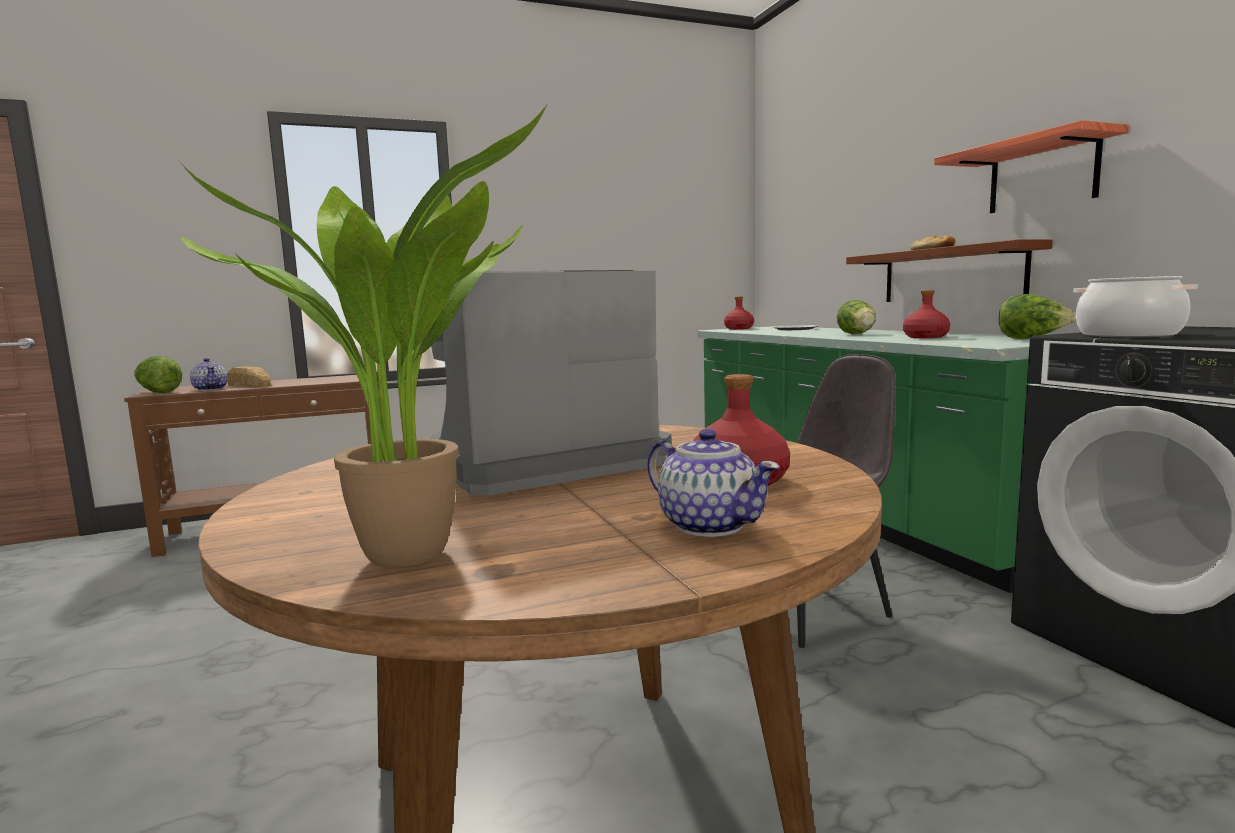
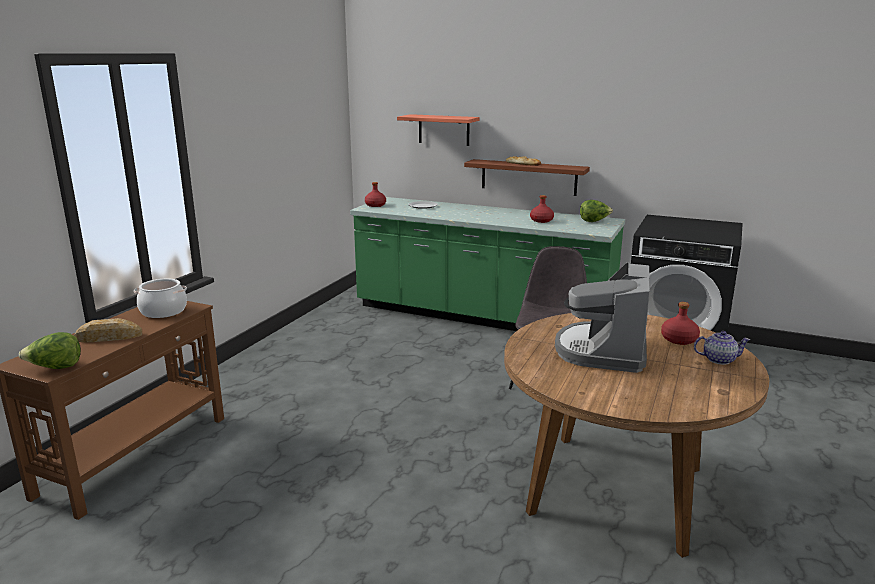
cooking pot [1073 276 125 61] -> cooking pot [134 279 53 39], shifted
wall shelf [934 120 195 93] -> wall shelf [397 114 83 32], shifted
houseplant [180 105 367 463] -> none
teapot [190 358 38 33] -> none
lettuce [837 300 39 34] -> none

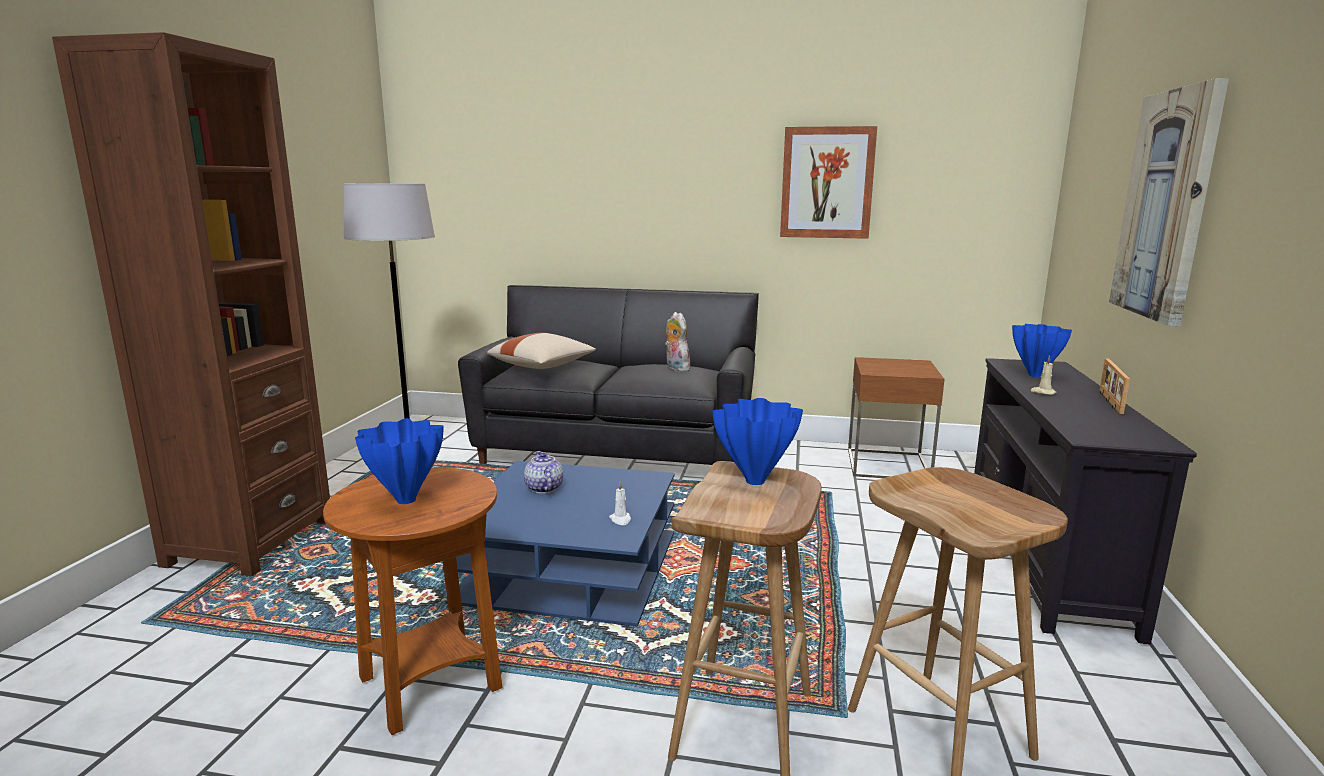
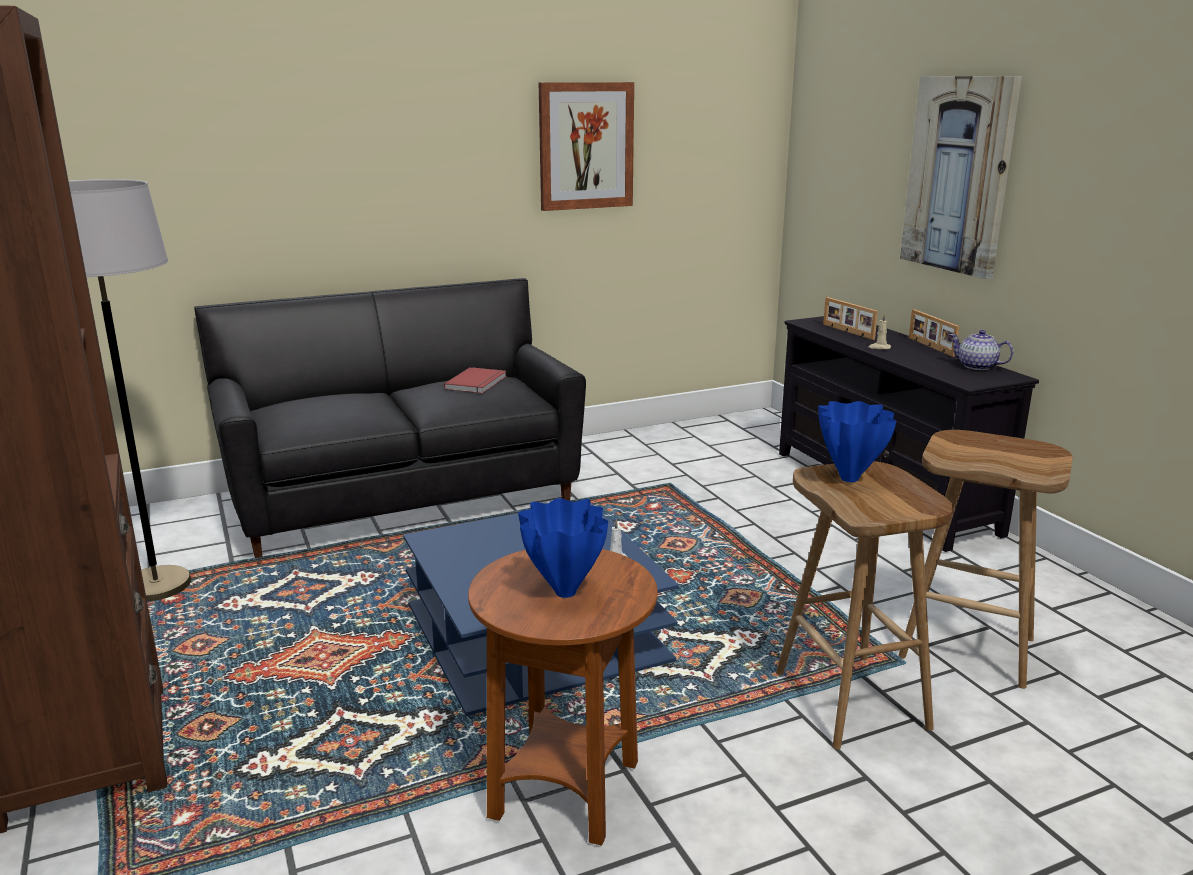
soft toy [665 312 25 60] -> book in red [444 367 63 26]
flower vase in blue-coloured [1012 324 60 53] -> picture frame [823 297 55 43]
teapot [524 451 39 42] -> teapot [949 330 65 40], shifted
pillow in beige [487 333 109 36] -> none
side table in brownish [848 357 96 121] -> none

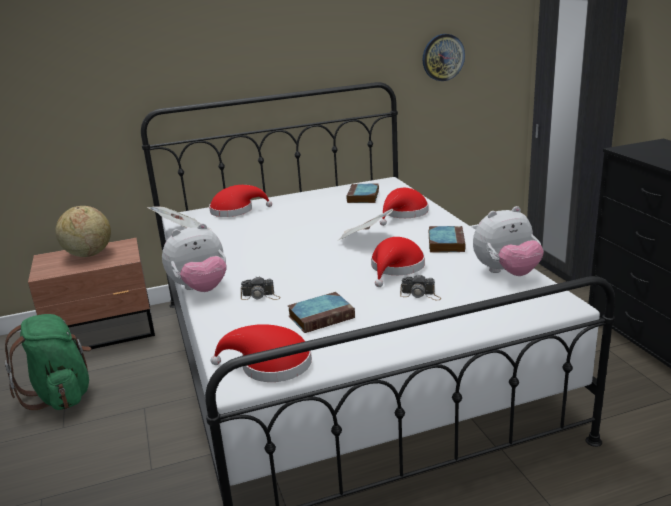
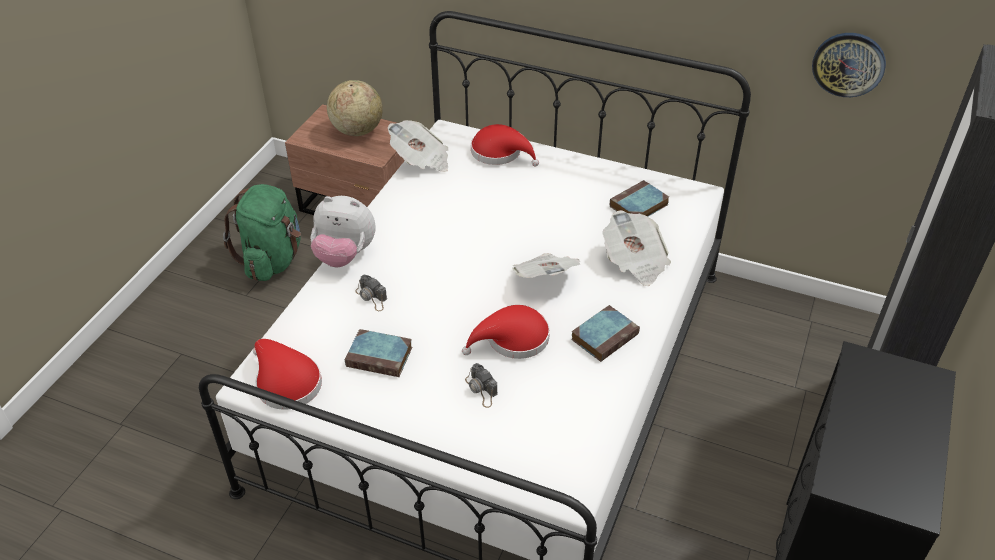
clothing hat in red [380 188 48 38] -> printed paper [602 210 69 76]
soft toy [473 206 71 70] -> none

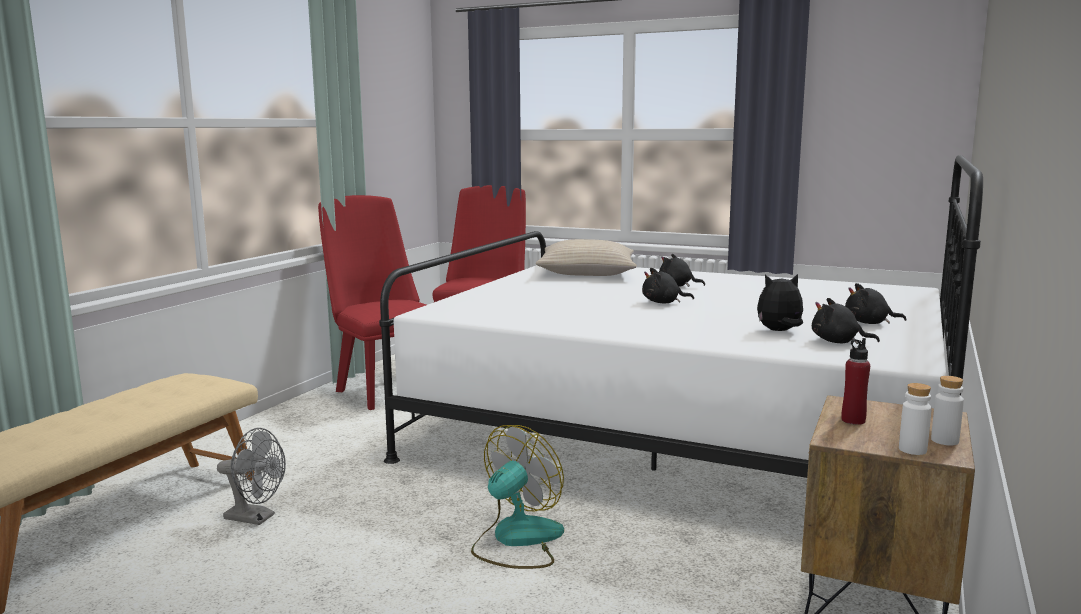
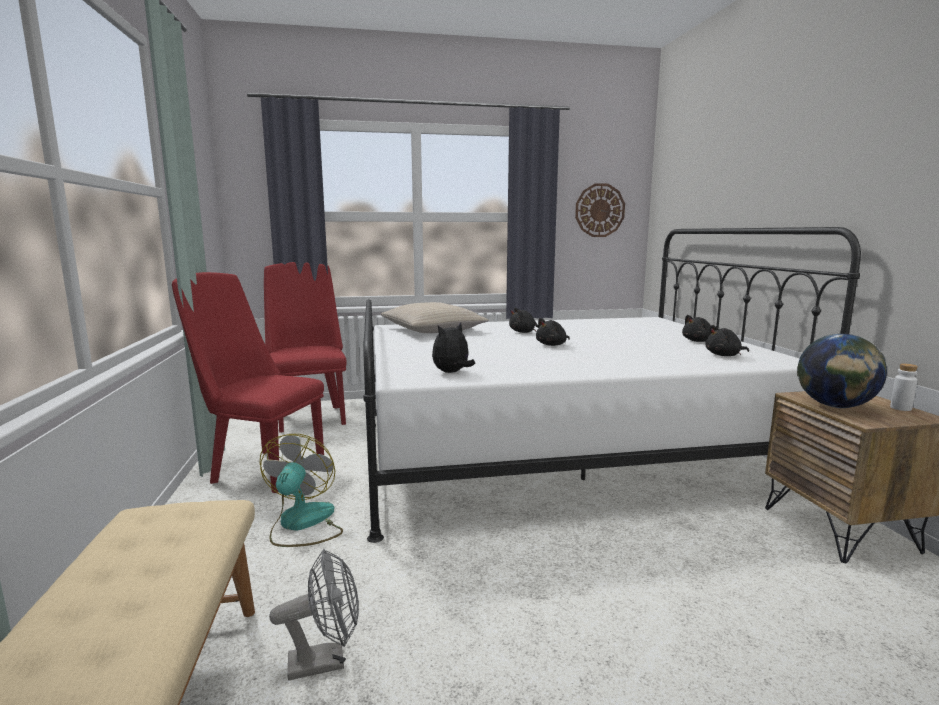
cooling fan [471 425 93 144] -> cooling fan [260 434 83 113], shifted
soft toy [757 274 46 57] -> soft toy [432 323 43 50], shifted
none -> hanging clock [575 183 50 54]
bottle in red [841 338 29 87] -> desk globe [797 334 90 74]
bottle in white [899 383 33 72] -> none

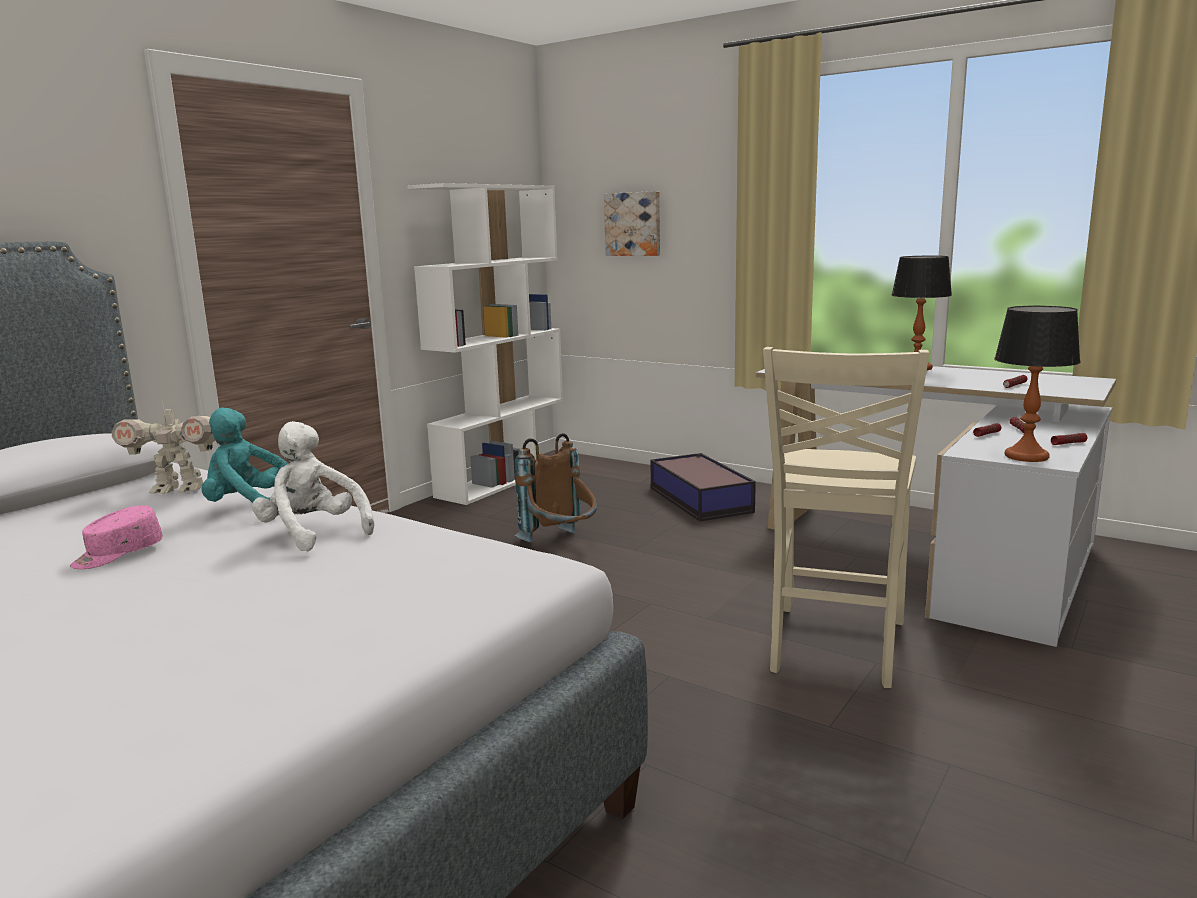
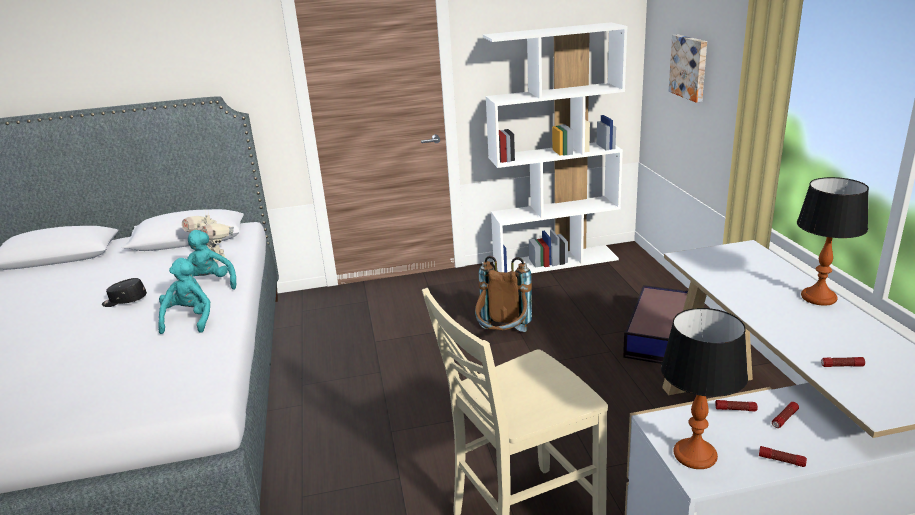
cap in pink [70 505 93 64] -> cap in blackish [102 278 45 29]
soft toy in white [252 421 122 130] -> soft toy in turquoise-coloured [158 258 52 76]

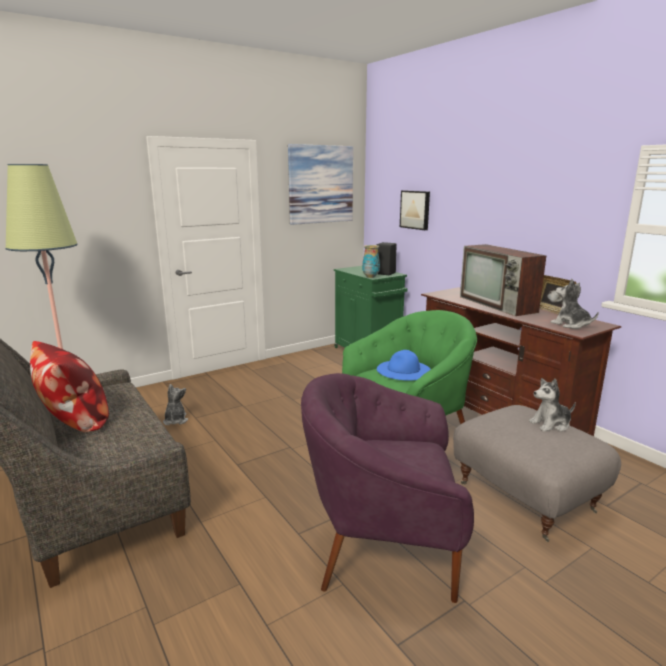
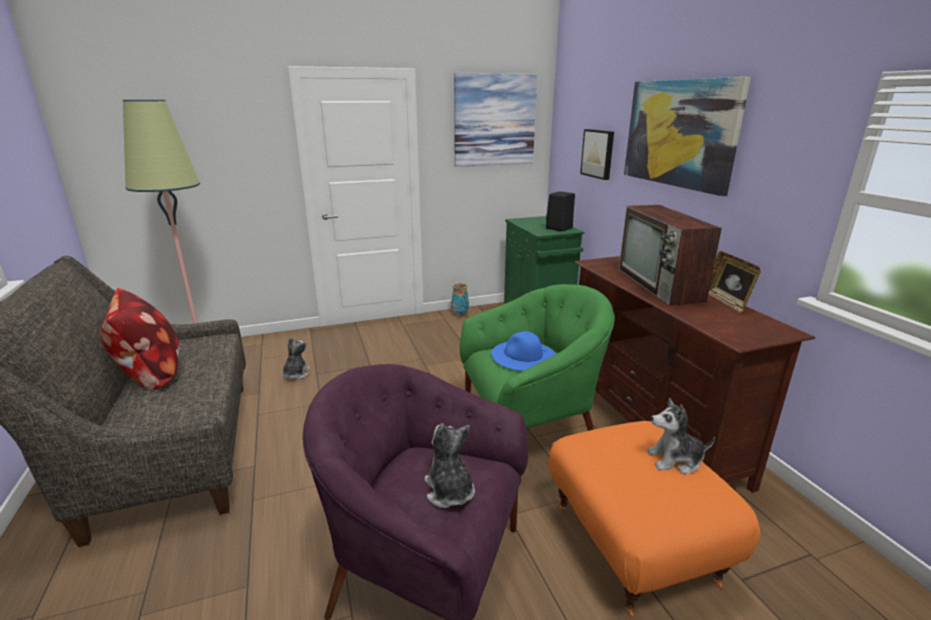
soft toy [551 279 48 50] -> soft toy [425 423 50 85], shifted
flower vase [362 245 18 33] -> flower vase [451 283 18 33], shifted
ottoman in grey [453 405 168 137] -> ottoman in orangey [549 421 211 196]
none -> wall art [624 77 127 119]

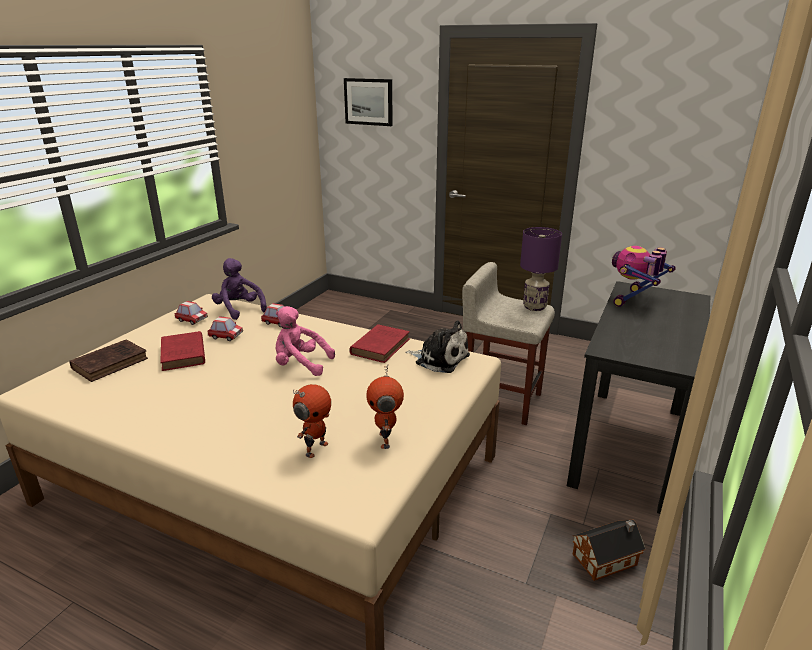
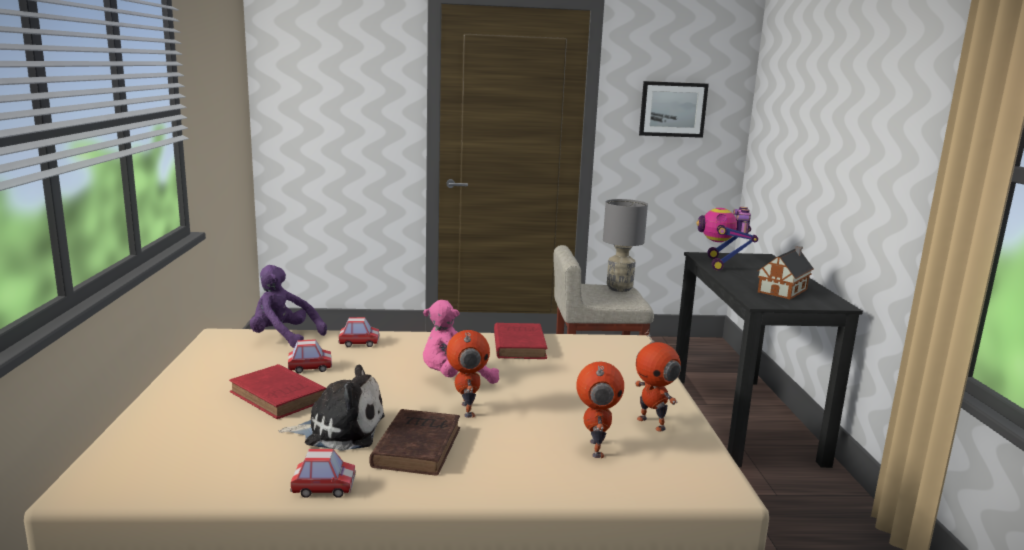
soft toy [405 321 65 52] -> soft toy [279 365 106 86], shifted
toy car [174 301 34 24] -> toy car [290 449 66 48], shifted
book in brownish [69 339 79 43] -> book in brownish [369 409 91 66], shifted
none -> toy robot [446 330 44 88]
table lamp in purple [520 227 42 84] -> table lamp in grey [603 199 45 93]
wall art [344 78 49 48] -> wall art [639 81 70 57], shifted
model house [572 520 74 61] -> model house [758 246 56 53], shifted

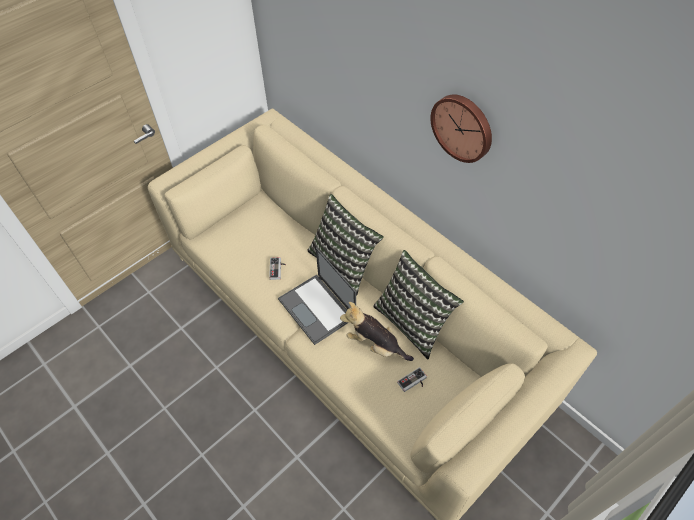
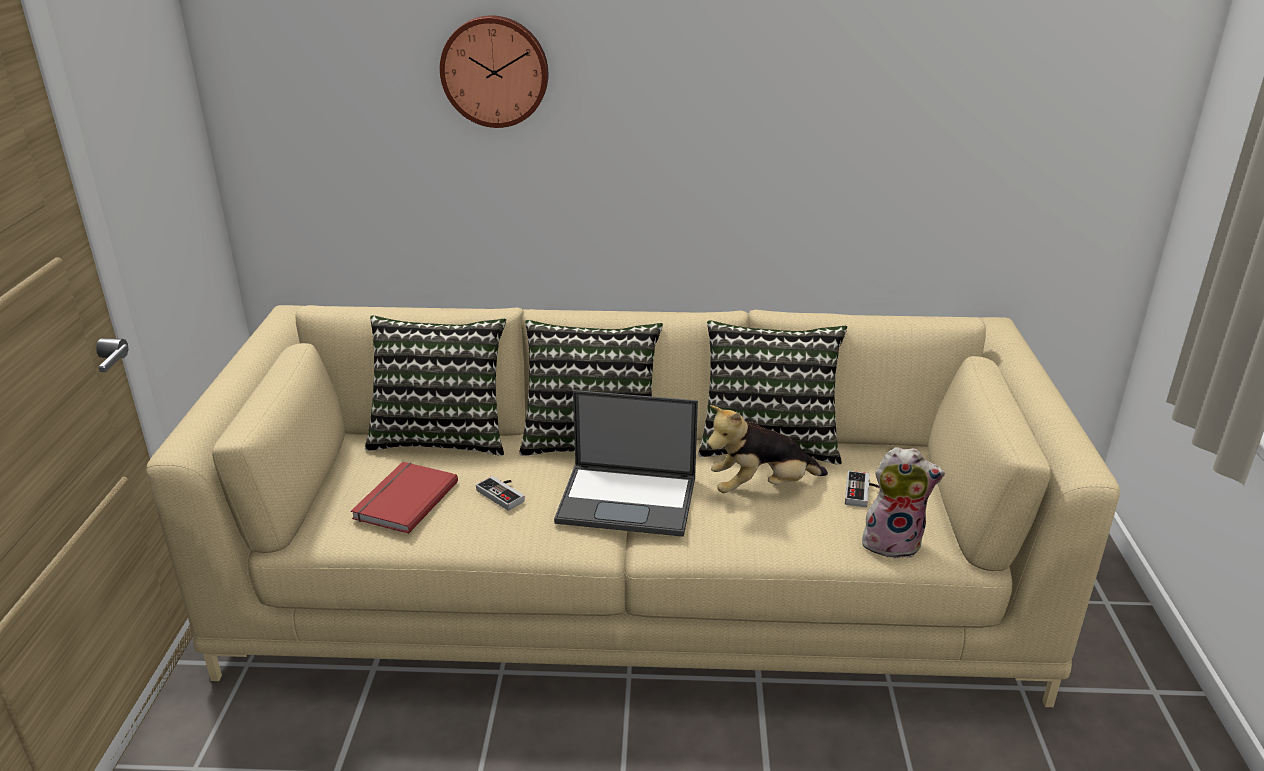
none -> book in red [351 462 107 72]
none -> pillow [365 316 141 140]
hanging clock [430 94 62 69] -> hanging clock [440 15 108 113], shifted
none -> soft toy [862 447 83 112]

